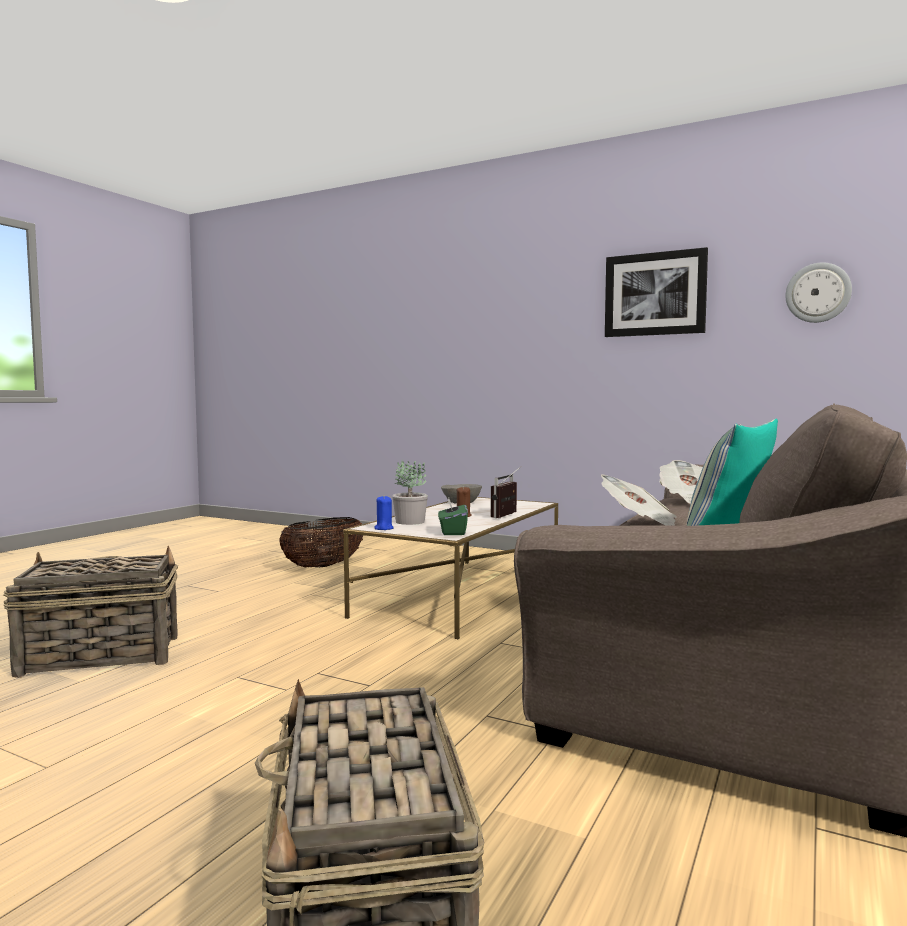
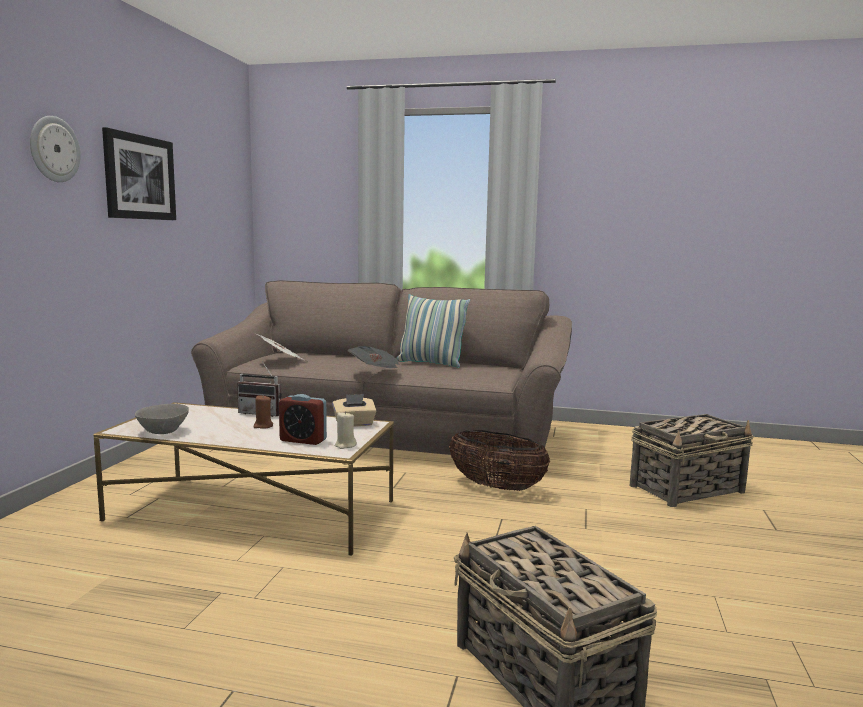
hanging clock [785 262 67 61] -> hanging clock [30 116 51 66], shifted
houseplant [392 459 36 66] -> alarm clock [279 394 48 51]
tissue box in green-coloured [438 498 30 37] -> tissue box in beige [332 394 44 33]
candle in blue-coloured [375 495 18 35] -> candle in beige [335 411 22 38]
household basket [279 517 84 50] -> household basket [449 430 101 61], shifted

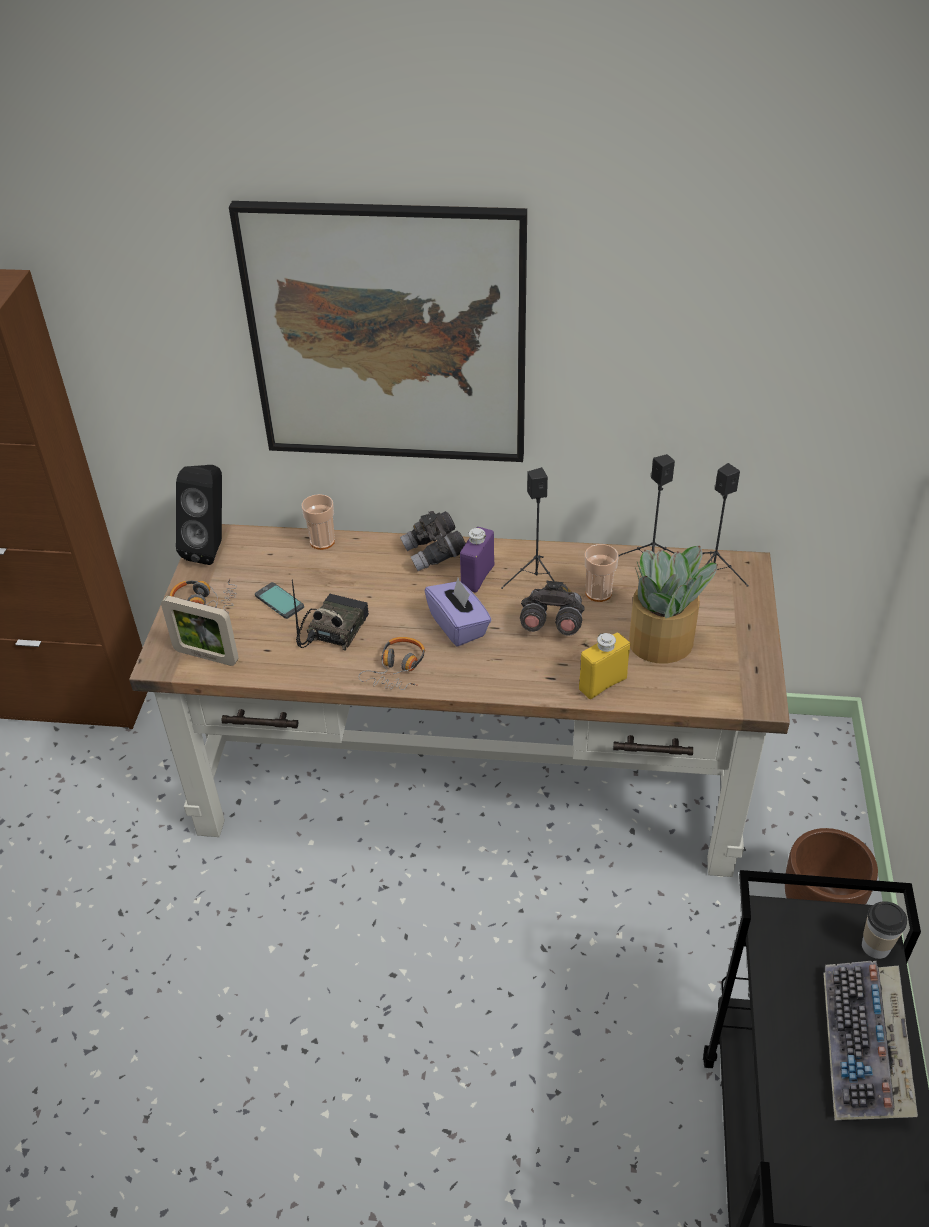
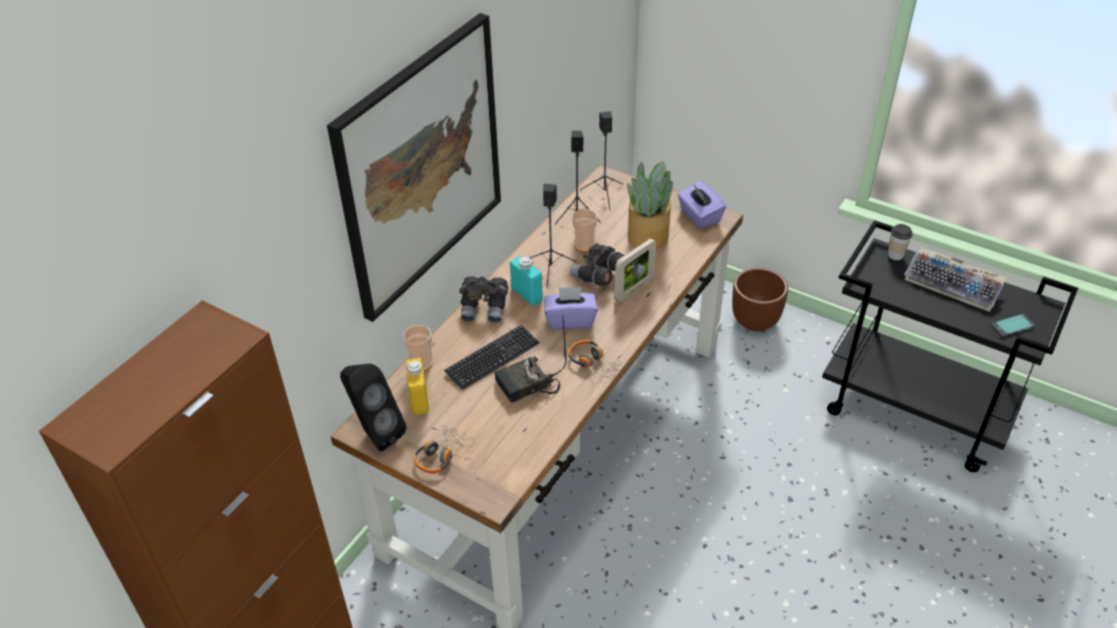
bottle in yellow [579 632 51 67] -> bottle in yellow [406 358 23 57], shifted
none -> PC keyboard [444 325 96 65]
radio set [292 580 77 71] -> radio set [495 318 71 85], 75 degrees counterclockwise
bottle in purple [460 527 34 65] -> bottle in turquoise-coloured [510 256 33 50]
picture frame [161 596 78 70] -> picture frame [614 238 42 64], shifted
none -> tissue box in purple [677 181 49 48]
handset [255 582 49 37] -> handset [991 314 44 23], shifted

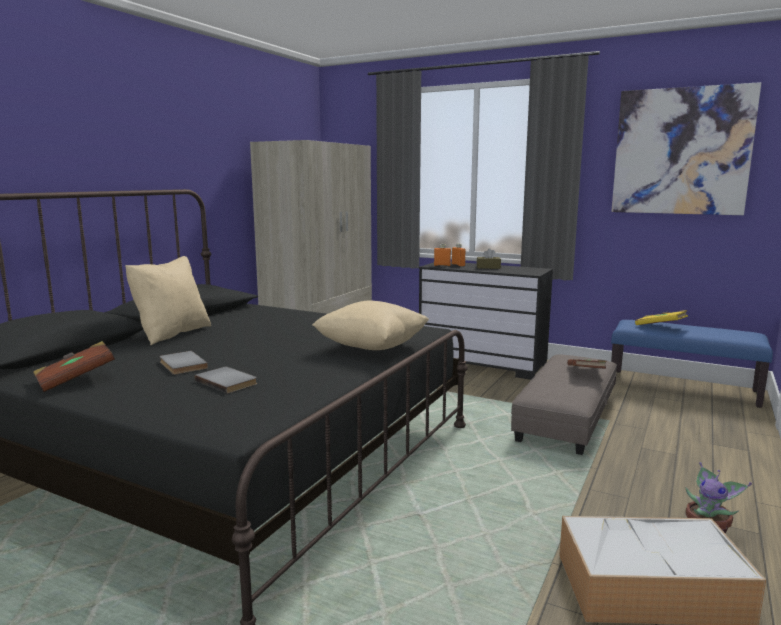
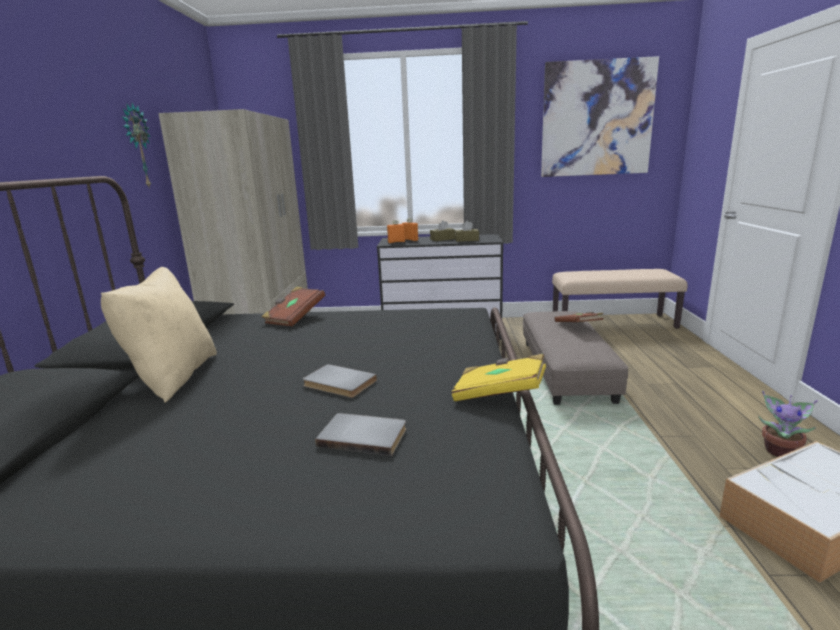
none -> hanging clock [122 103 29 86]
book in brownish [33 341 82 51] -> book in brownish [262 286 63 41], shifted
book in grey [159 351 49 24] -> book in grey [303 364 74 34], shifted
book in yellow [635 310 53 15] -> book in yellow [451 354 95 47], shifted
none -> tissue box in brownish [455 221 24 21]
indoor bench in blue-coloured [611 320 162 88] -> indoor bench in beige [552 269 135 60]
pillow in beige [312 301 117 49] -> none

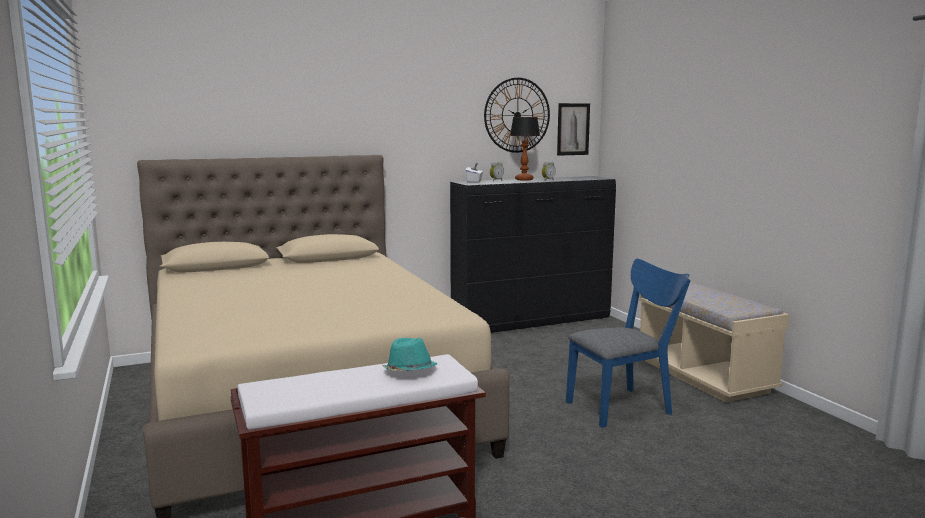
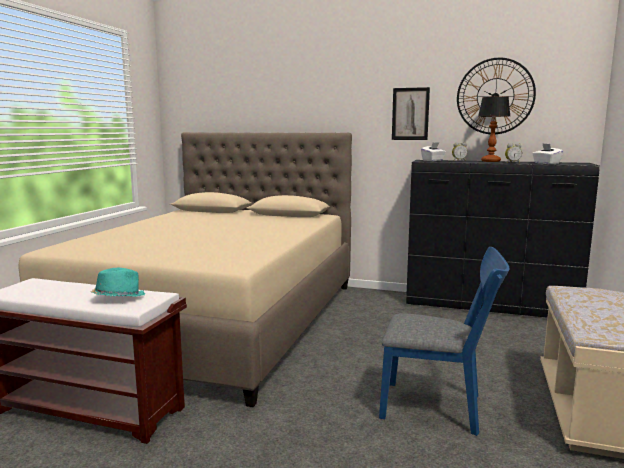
wall art [557 103 33 53] -> wall art [392 87 38 53], shifted
none -> tissue box in white [532 143 31 21]

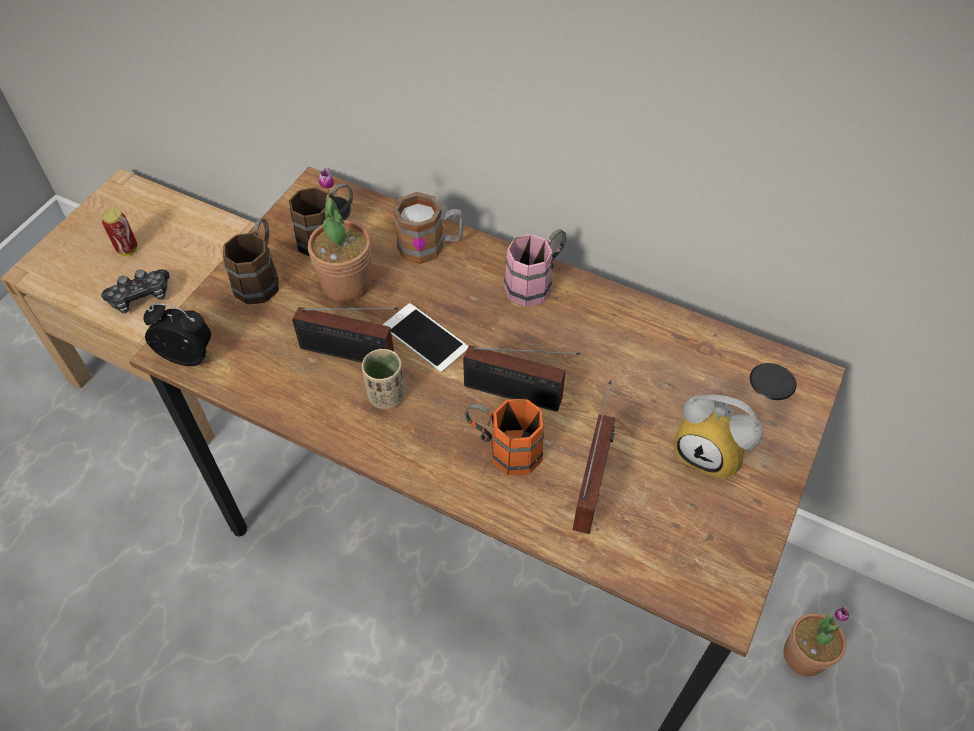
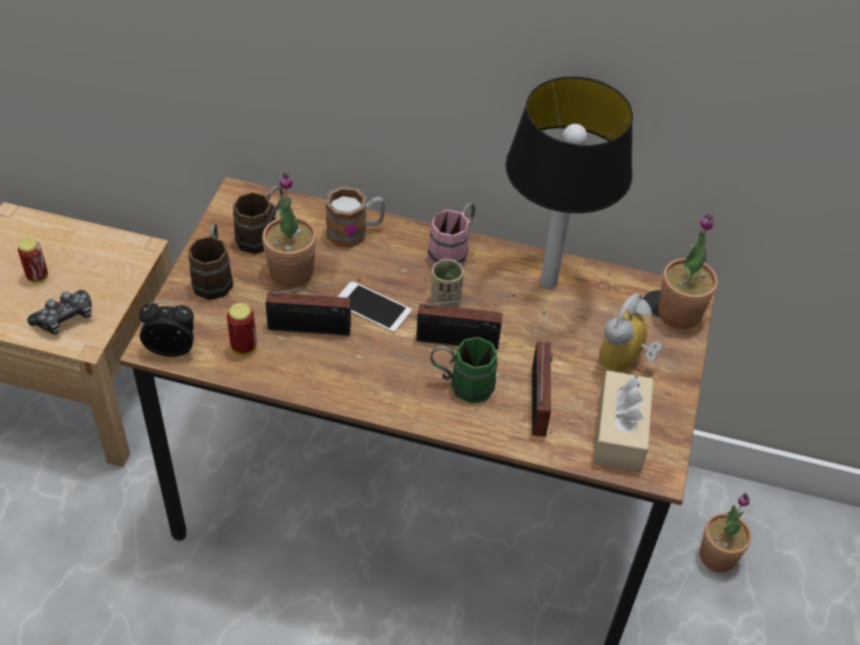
none -> sealed can [227 303 30 52]
cup in beige [362 349 43 60] -> cup in beige [431 259 33 48], shifted
coffee mug in orangey [465 399 79 77] -> coffee mug in green-coloured [431 337 67 66]
none -> table lamp [505 76 128 212]
none -> tissue box in beige [593 371 60 101]
alarm clock [674 395 89 84] -> alarm clock [599 293 63 79], 105 degrees clockwise
none -> houseplant [658 214 60 115]

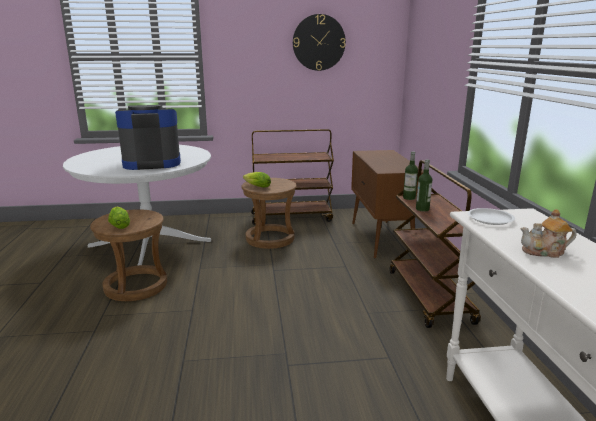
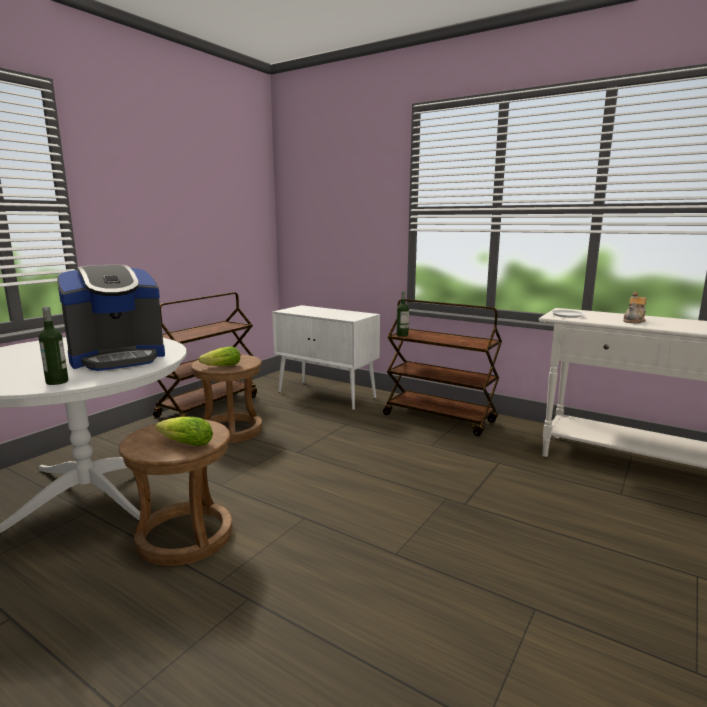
bottle [416 159 16 53] -> bottle [39 306 29 79], shifted
coffee machine [115 105 66 65] -> coffee machine [57 265 108 106], 150 degrees counterclockwise
cabinet in brownish [351 150 73 109] -> cabinet in white [272 305 108 105]
hanging clock [293 14 53 57] -> none

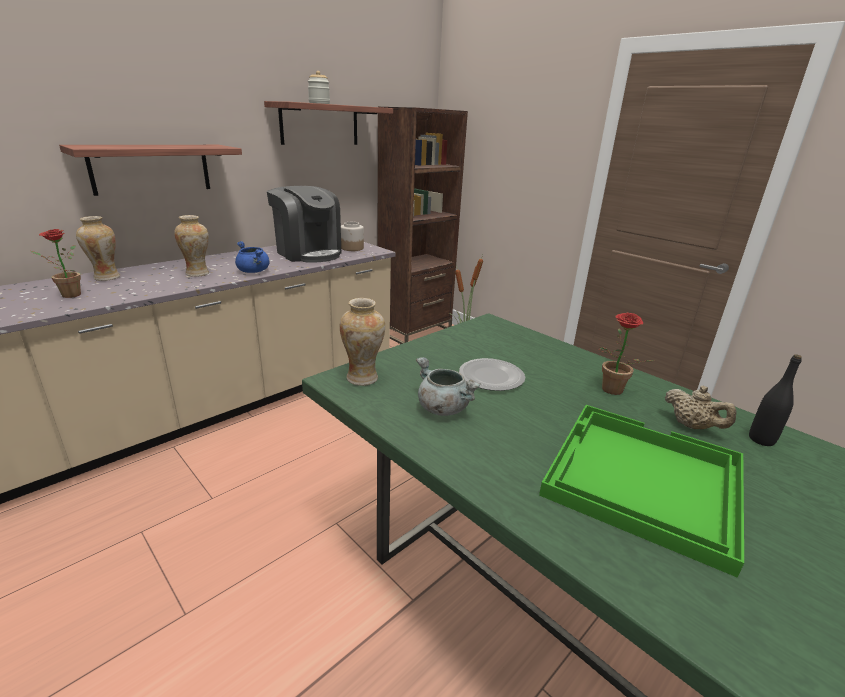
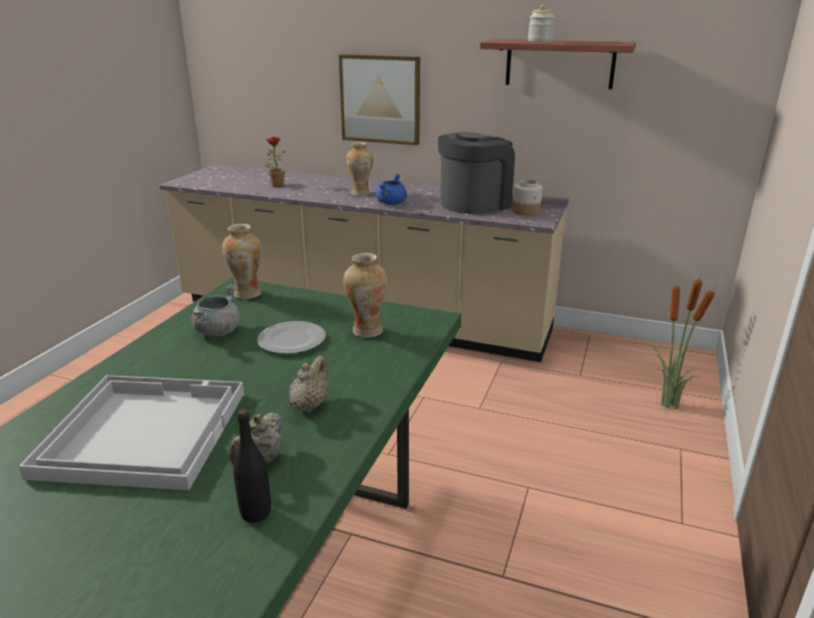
carrying tray in green-coloured [539 405 205 172] -> carrying tray in white [19 375 225 115]
houseplant [599 313 55 82] -> teapot in beige [289 356 39 56]
wall shelf [59 145 183 51] -> wall art [339 54 81 91]
flower vase [76 216 44 65] -> flower vase [343 253 44 85], shifted
coffee machine [267 186 74 77] -> coffee machine [438 132 77 82], 150 degrees counterclockwise
bookcase in brownish [378 107 90 237] -> none

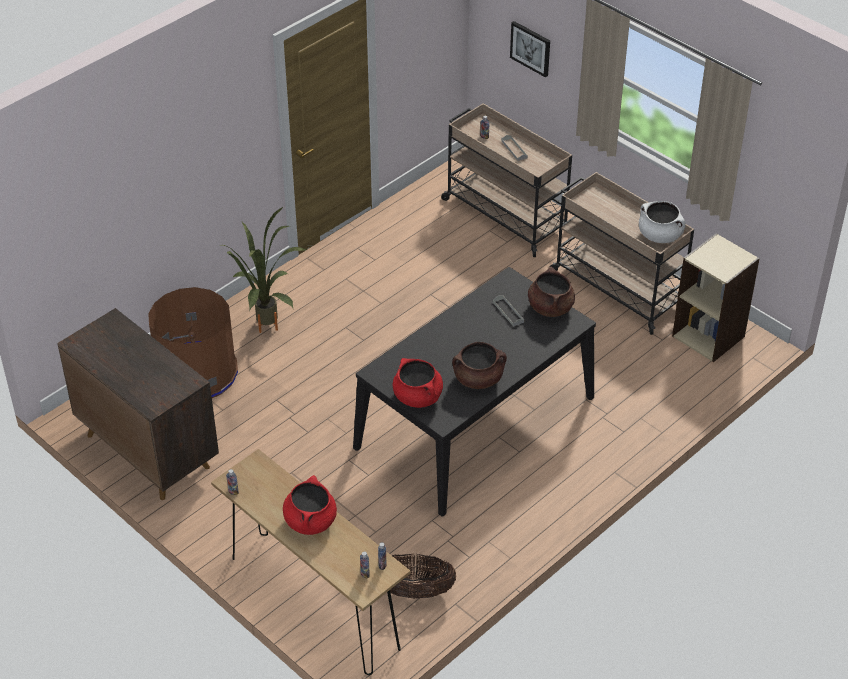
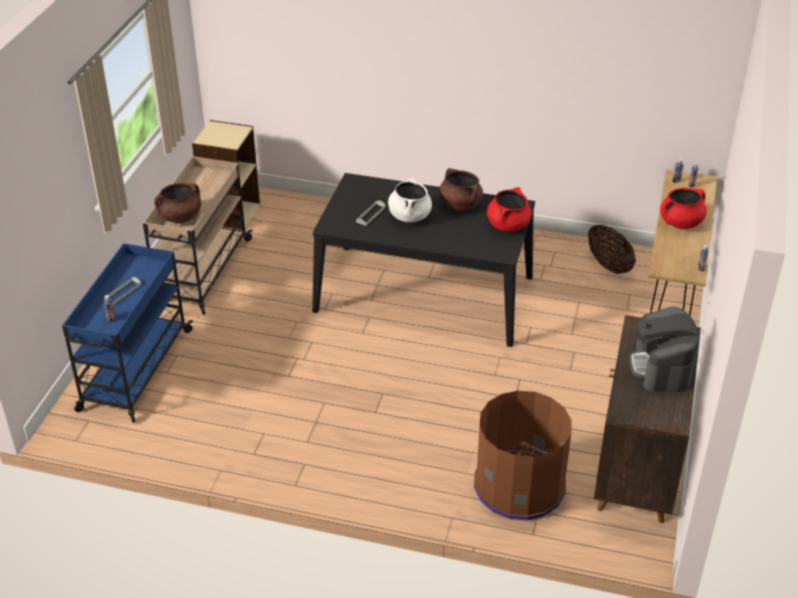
wheeled cart in beige [441 103 131 154] -> wheeled cart in blue-coloured [62 243 131 180]
cooking pot in brownish [528 267 47 50] -> cooking pot in brownish [154 183 47 40], shifted
cooking pot in white [639 201 47 42] -> cooking pot in white [388 177 44 46], shifted
none -> coffee machine [629 307 70 85]
houseplant [220 207 88 126] -> none
wall art [510 21 40 57] -> none

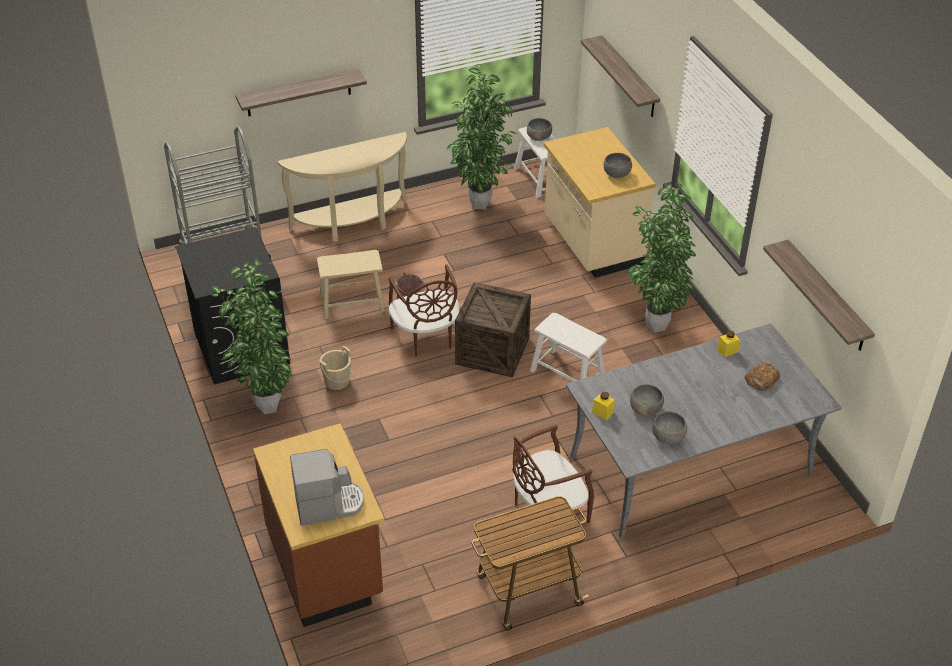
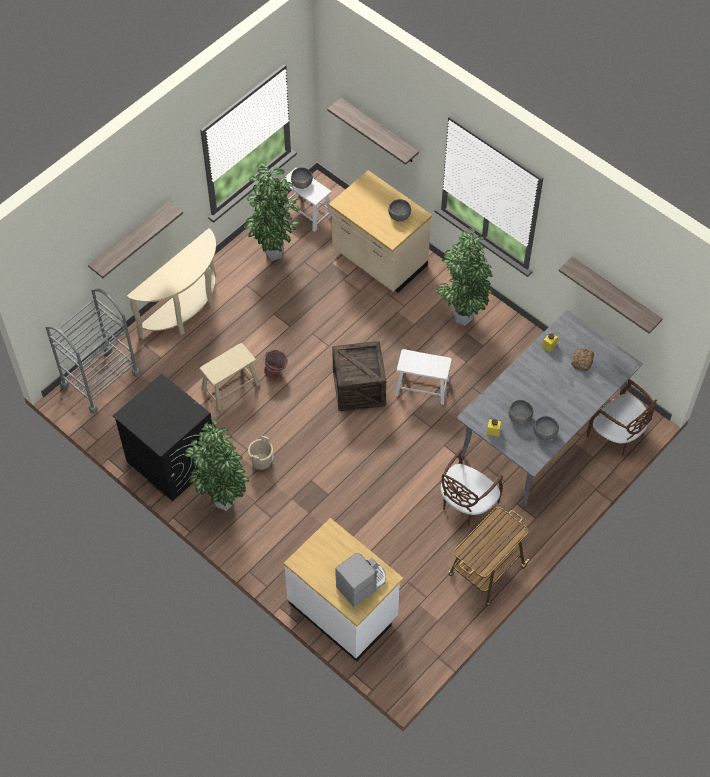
kitchen counter in brownish [253 423 131 204] -> kitchen counter in white [284 518 119 144]
plain chair in brownish [389 264 71 93] -> plain chair in brownish [587 379 70 76], shifted

